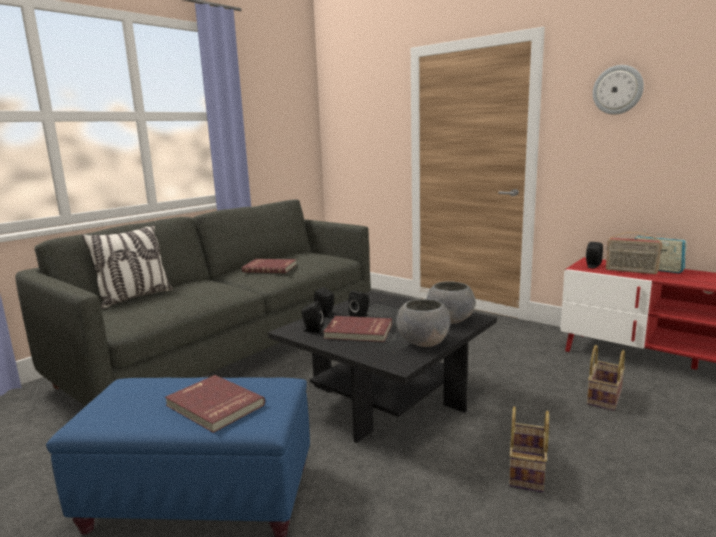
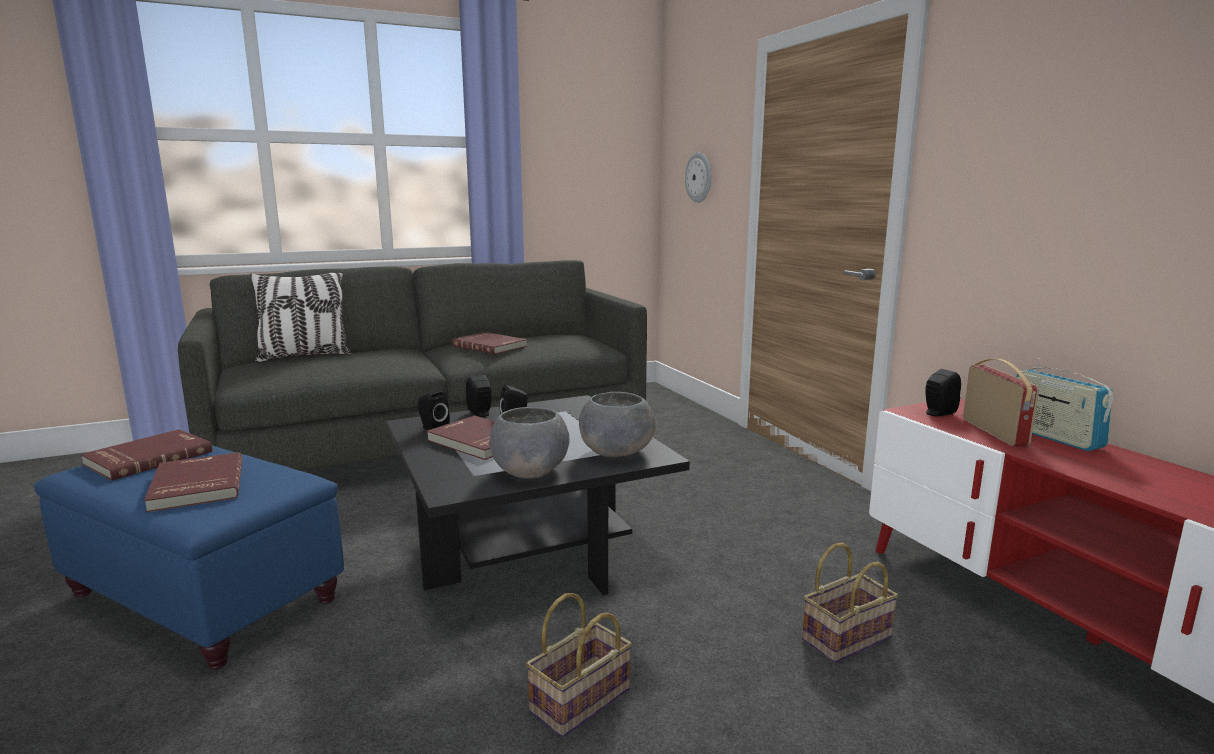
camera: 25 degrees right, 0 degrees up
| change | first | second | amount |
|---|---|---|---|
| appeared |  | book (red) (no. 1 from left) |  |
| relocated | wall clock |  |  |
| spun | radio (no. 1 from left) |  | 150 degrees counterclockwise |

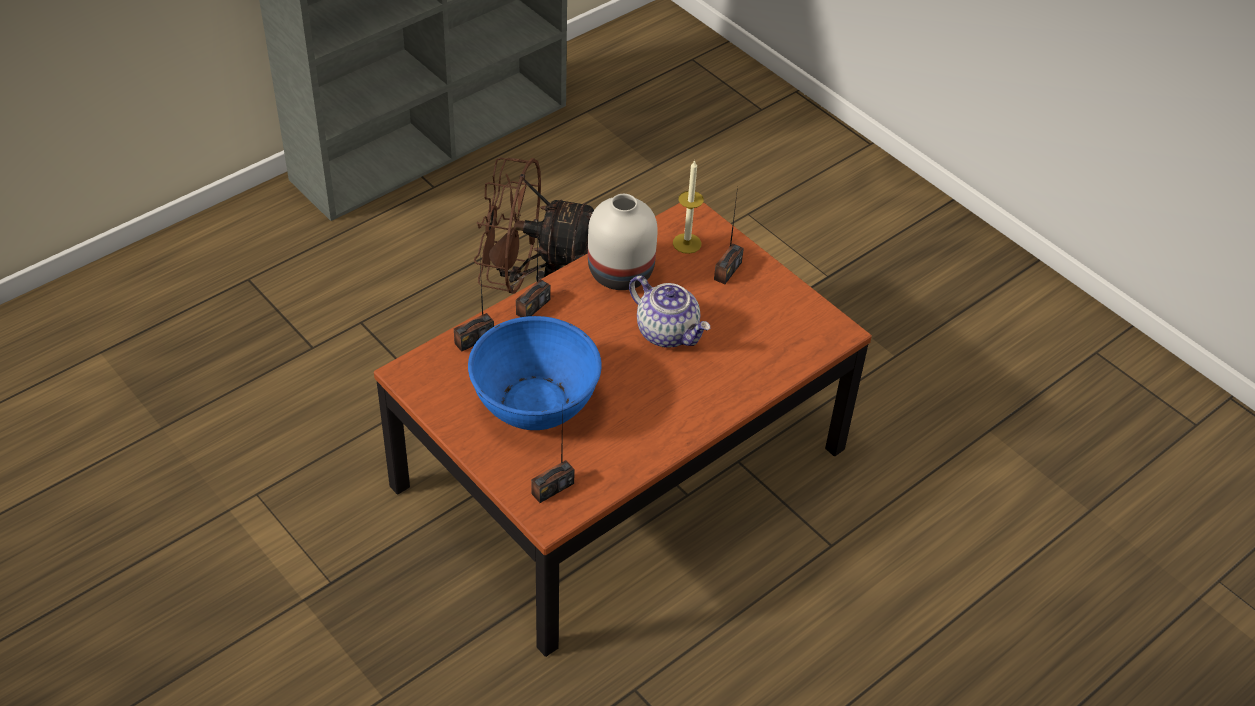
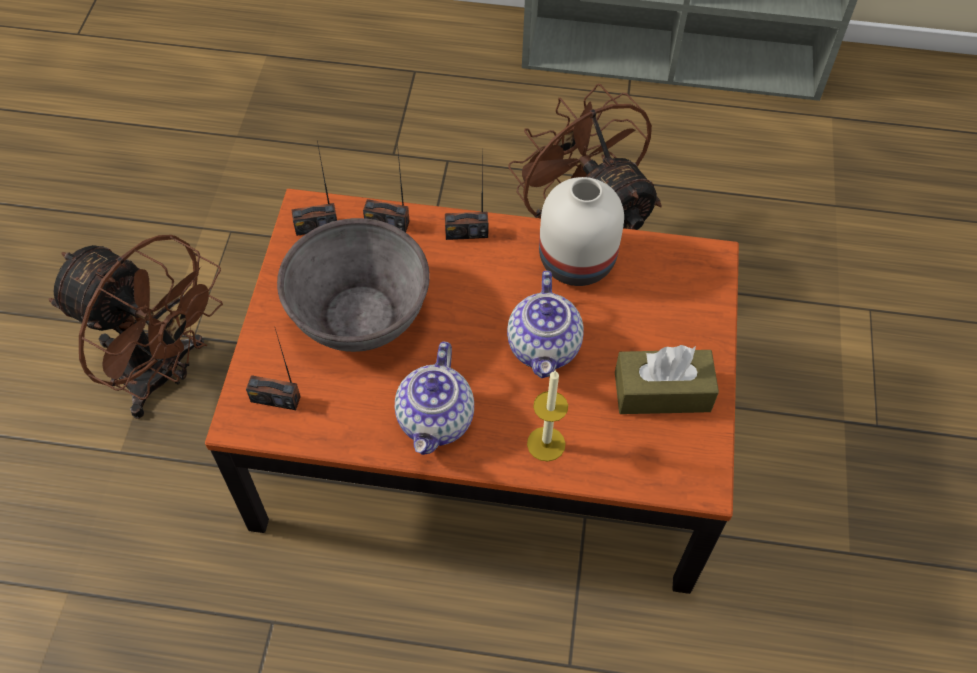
camera: 50 degrees right, 10 degrees up
| change | first | second | amount |
|---|---|---|---|
| appeared |  | fan (brown) (no. 1 from left) |  |
| colour | bowl (blue) | bowl (grey) |  |
| relocated | radio (no. 4 from left in the first image) | radio (no. 2 from left) |  |
| appeared |  | teapot (no. 1 from left) |  |
| relocated | candle |  |  |
| appeared |  | tissue box (brown) |  |

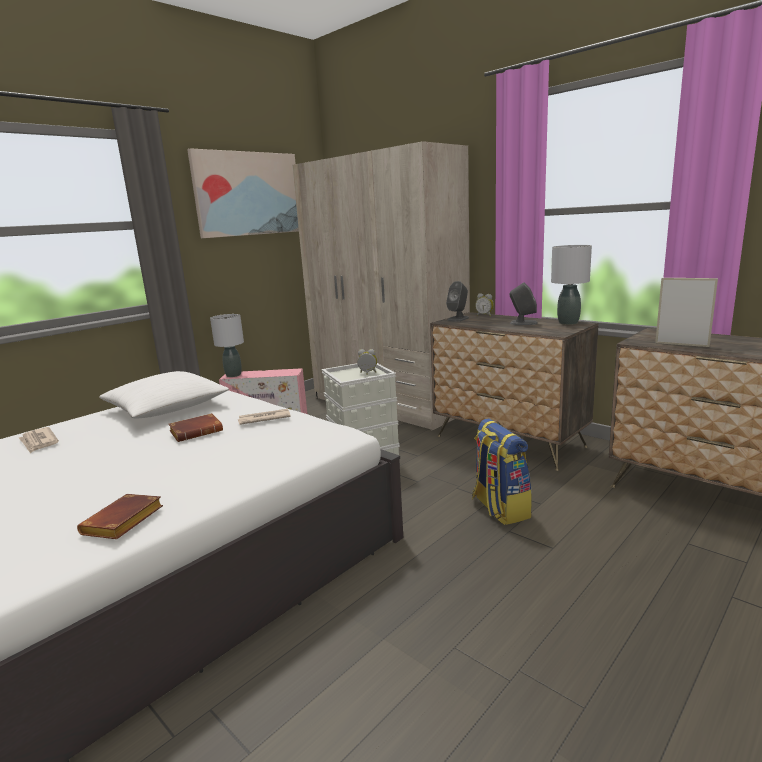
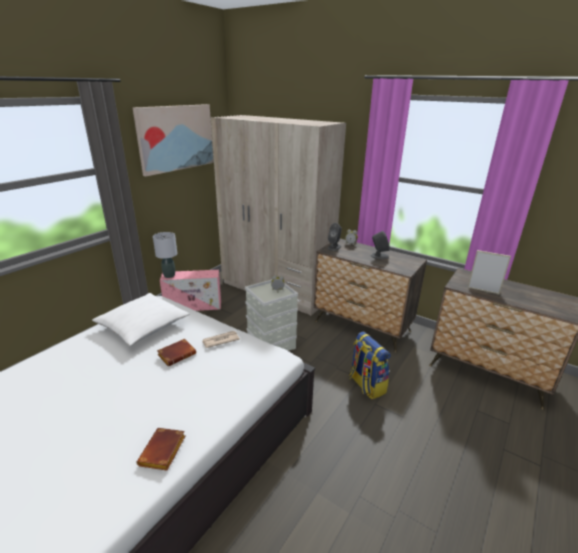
camera: 10 degrees left, 10 degrees up
| change | first | second | amount |
|---|---|---|---|
| missing | newspaper (no. 1 from left) |  |  |
| missing | table lamp (grey) (no. 2 from left) |  |  |

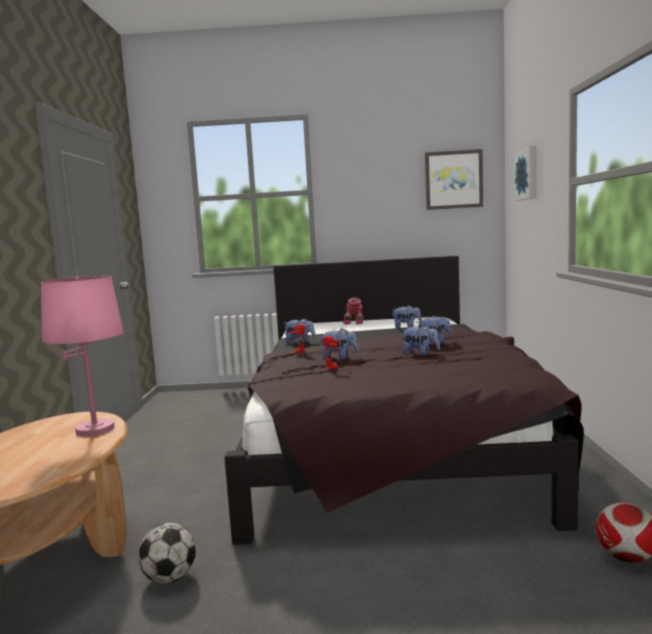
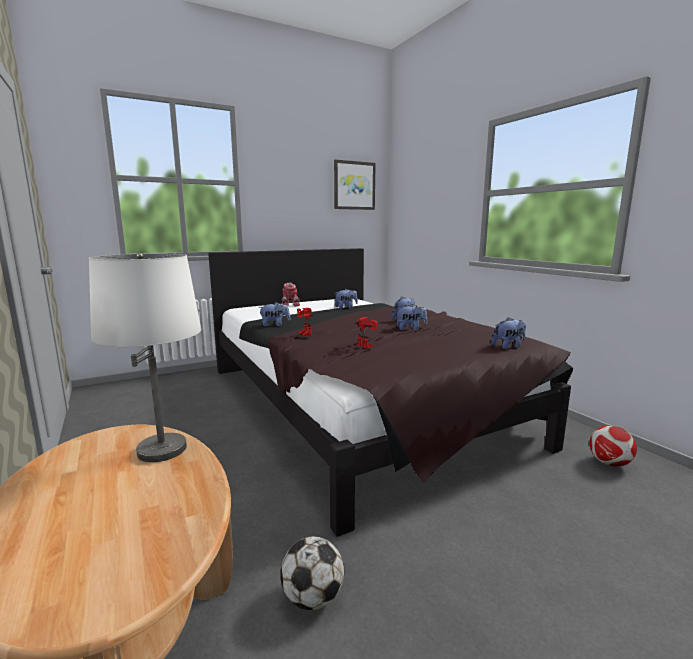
camera: 30 degrees left, 5 degrees up
| change | first | second | amount |
|---|---|---|---|
| colour | table lamp (pink) | table lamp (white) |  |
| relocated | plush toy (no. 2 from left in the first image) | plush toy (no. 5 from left) |  |
| missing | picture (no. 2 from left) |  |  |

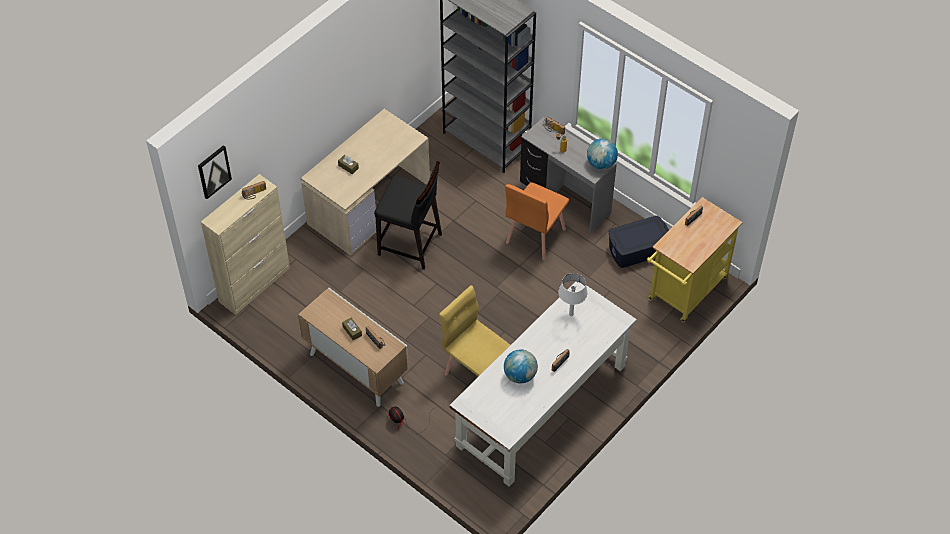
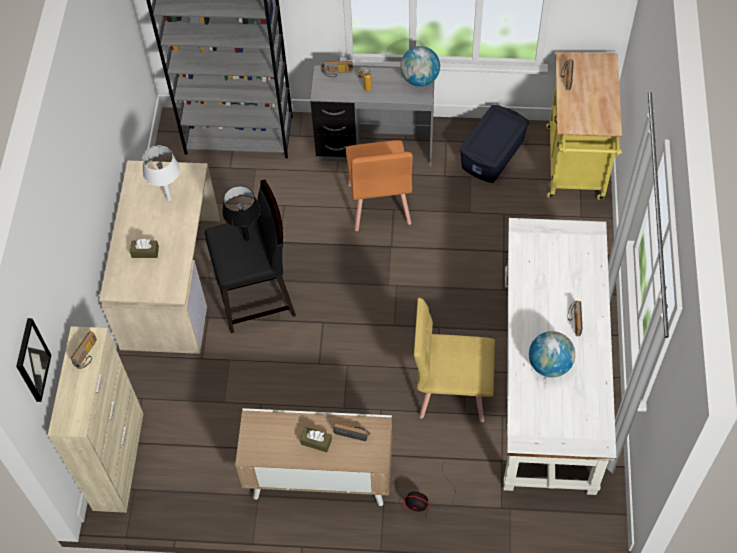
camera: 35 degrees left, 5 degrees up
| change | first | second | amount |
|---|---|---|---|
| relocated | table lamp (white) |  |  |
| appeared |  | table lamp (black) |  |

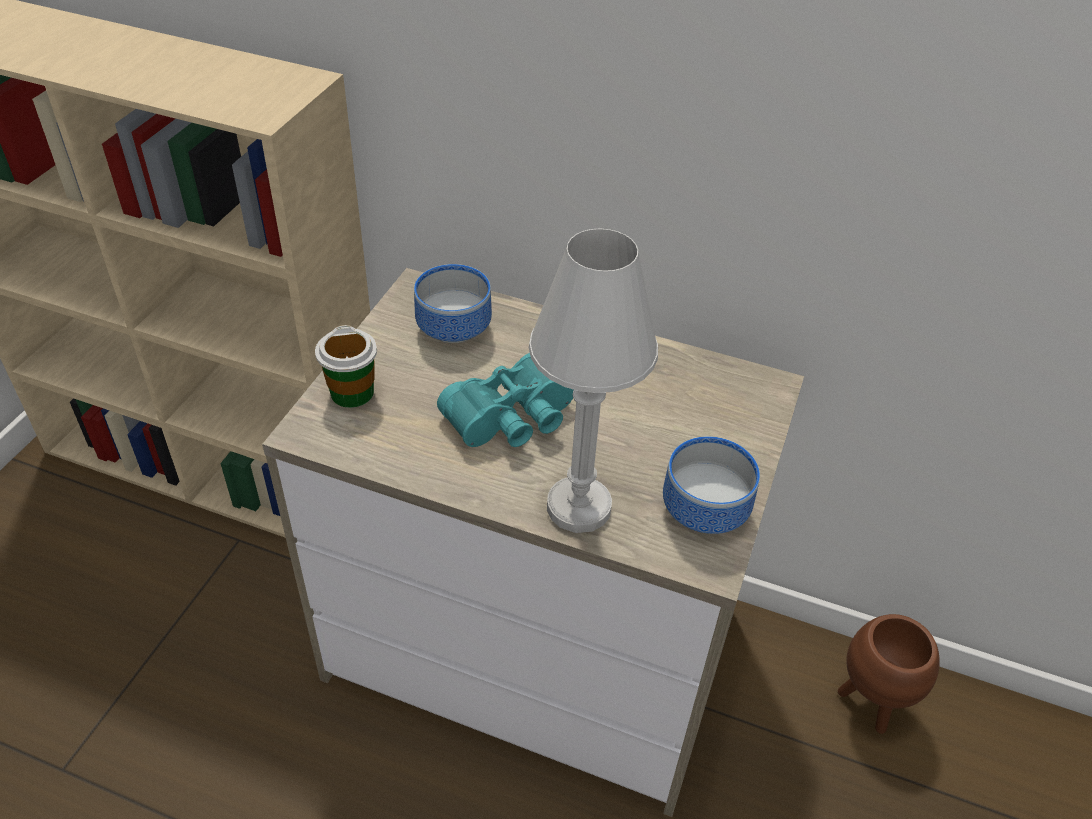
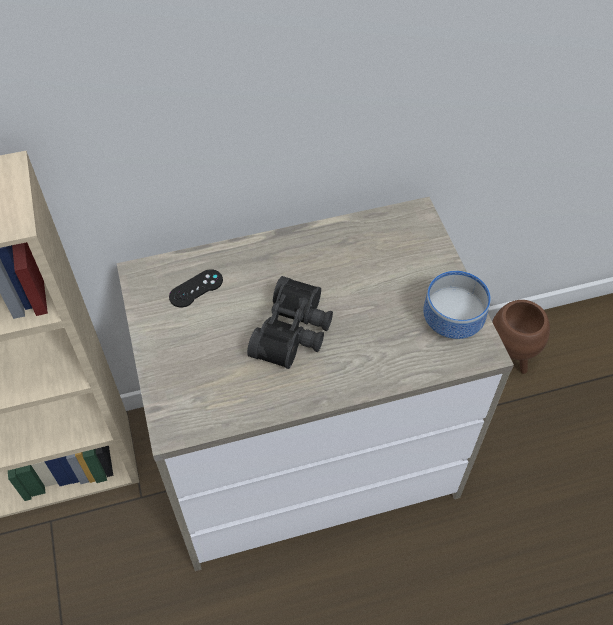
camera: 35 degrees left, 10 degrees up
| change | first | second | amount |
|---|---|---|---|
| exchanged | bowl (no. 1 from left) | game controller (black) |  |
| colour | binoculars (turquoise) | binoculars (black) |  |
| missing | cup |  |  |
| missing | table lamp (white) |  |  |

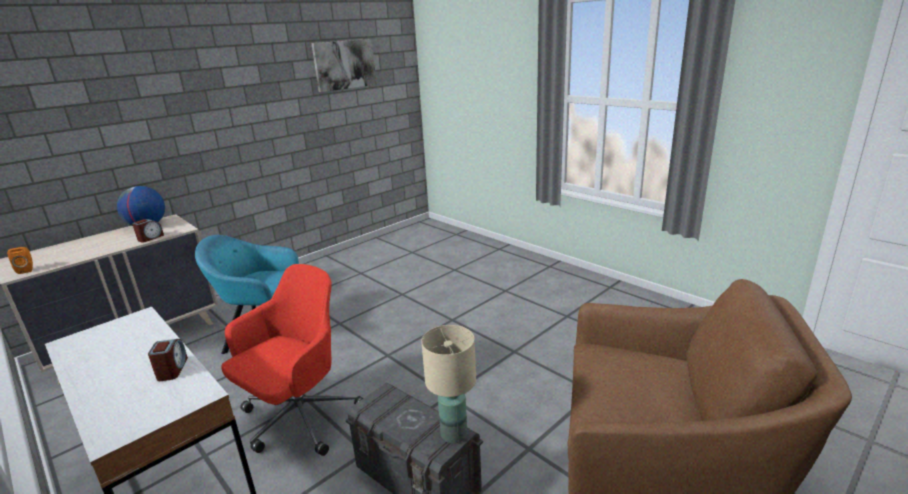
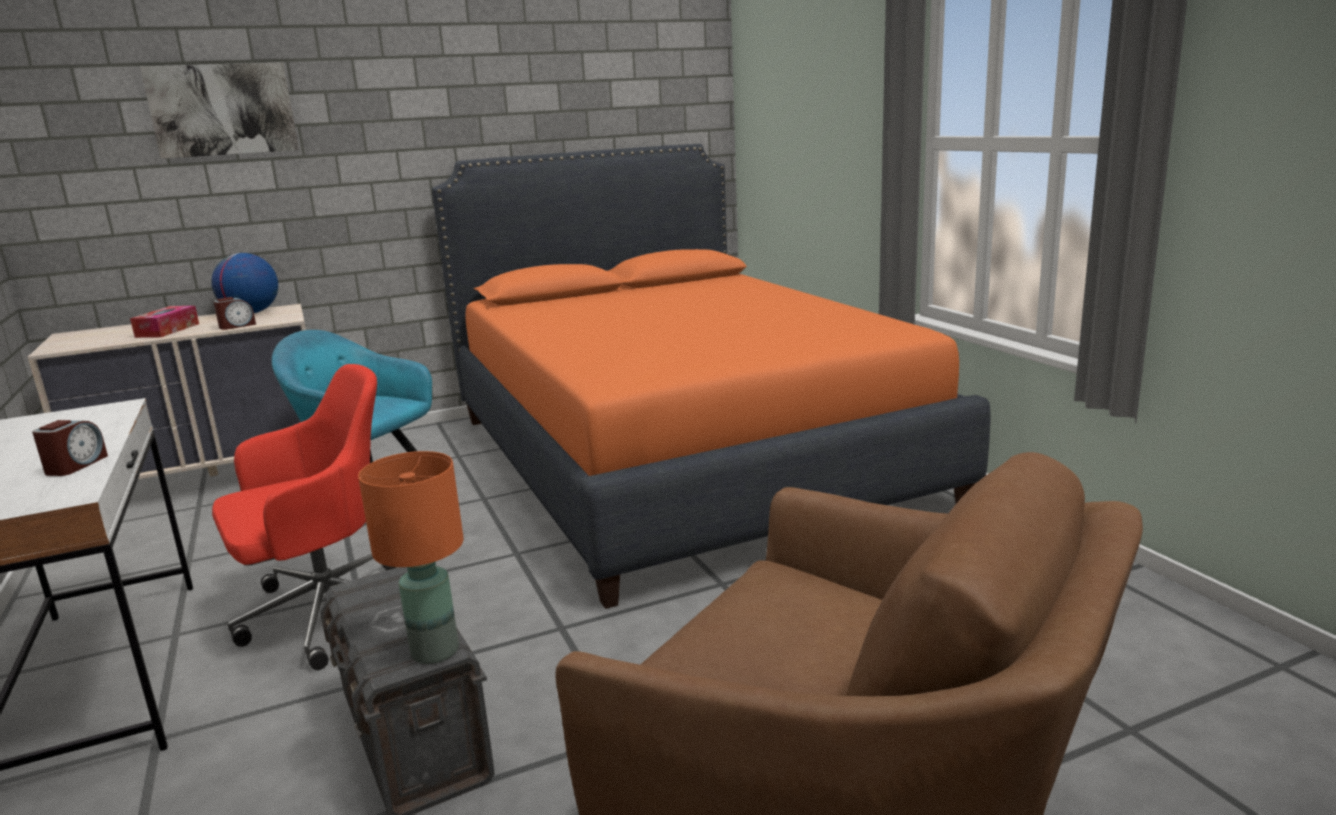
camera: 20 degrees right, 5 degrees down
| change | first | second | amount |
|---|---|---|---|
| appeared |  | tissue box |  |
| relocated | picture |  |  |
| colour | table lamp (beige) | table lamp (orange) |  |
| appeared |  | bed (orange) |  |
| missing | speaker (orange) |  |  |

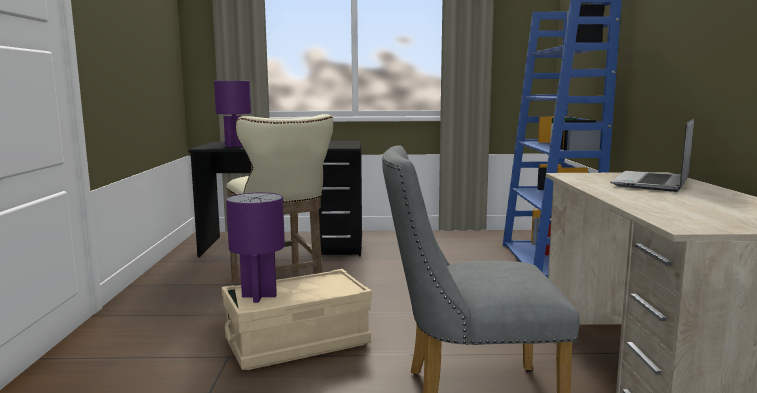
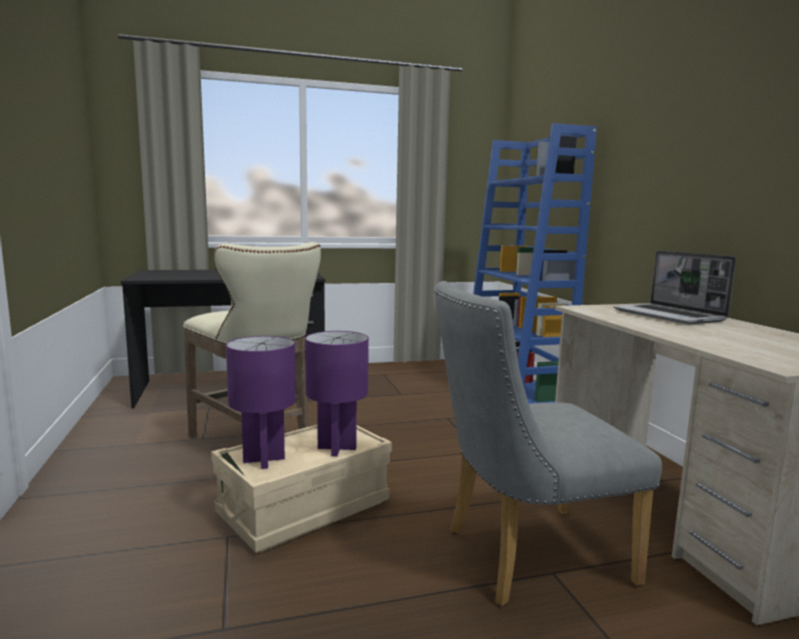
camera: 15 degrees left, 0 degrees up
| change | first | second | amount |
|---|---|---|---|
| relocated | table lamp (purple) (no. 1 from left in the first image) | table lamp (purple) (no. 2 from left) |  |
| spun | laptop |  | 45 degrees counterclockwise |

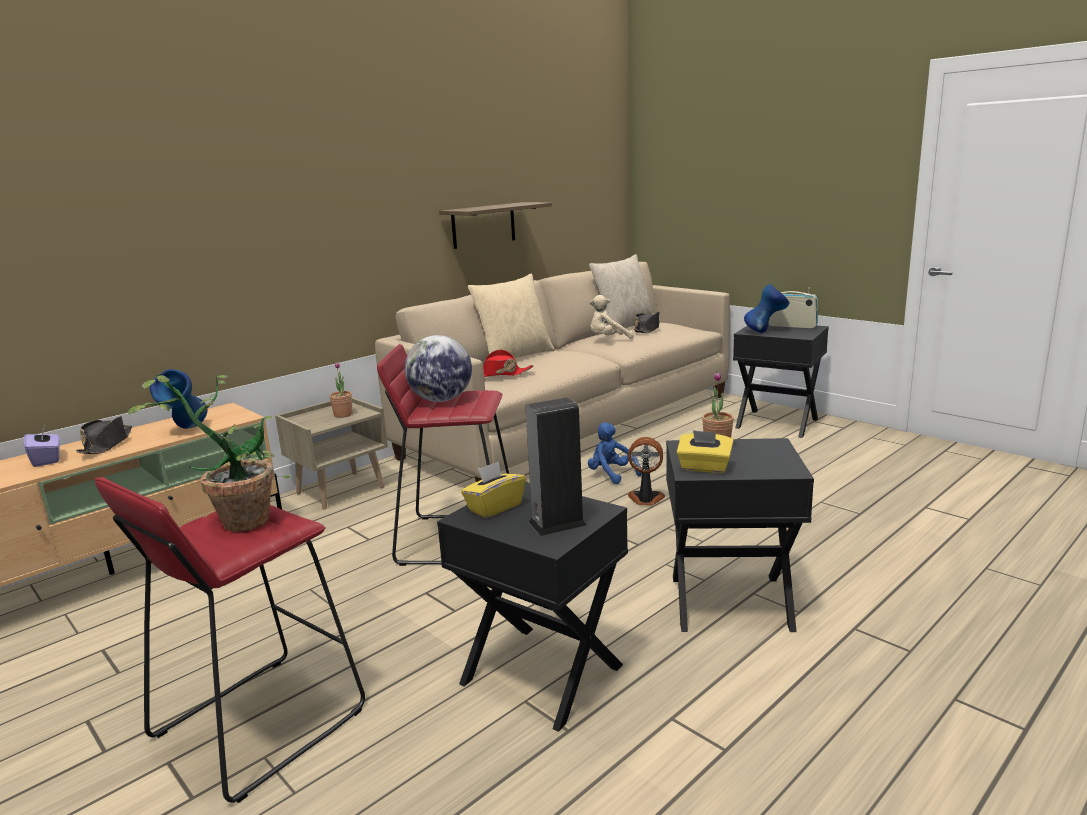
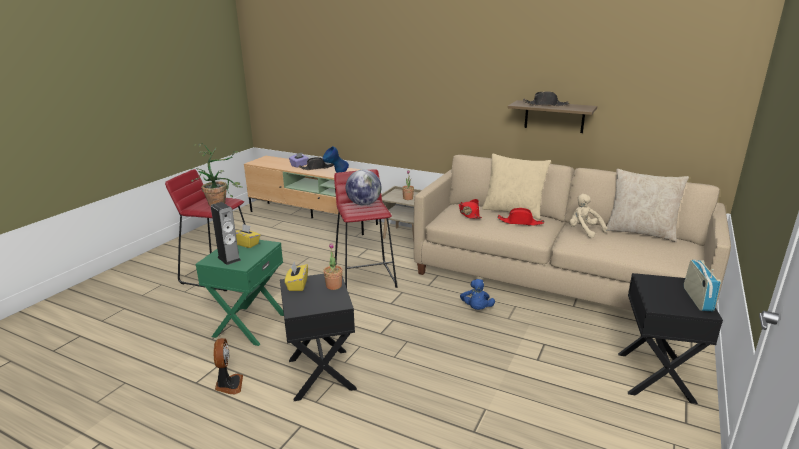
camera: 70 degrees right, 5 degrees up
| change | first | second | amount |
|---|---|---|---|
| colour | side table (black) (no. 1 from left) | side table (green) |  |
| relocated | fan |  |  |
| spun | plush toy (blue) |  | 150 degrees clockwise |
| appeared |  | hat (red) (no. 2 from left) |  |
| relocated | hat (black) (no. 2 from left) |  |  |
| missing | vase (blue) (no. 2 from left) |  |  |

